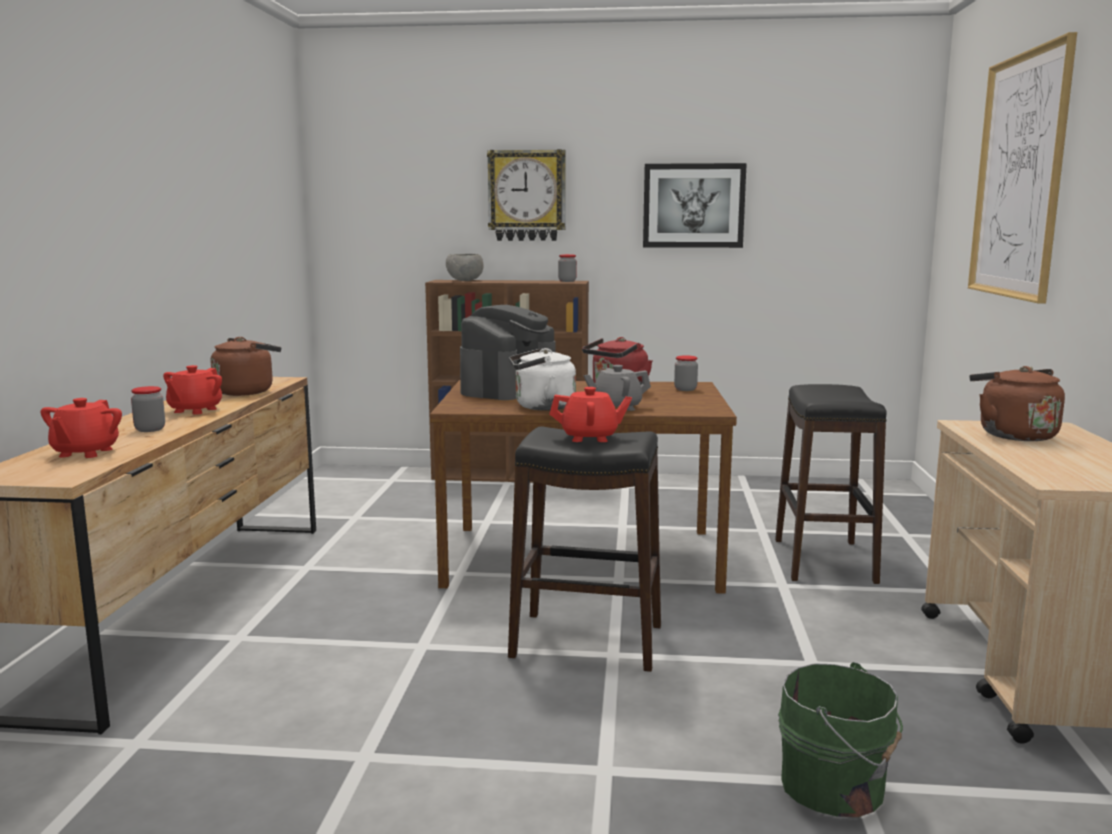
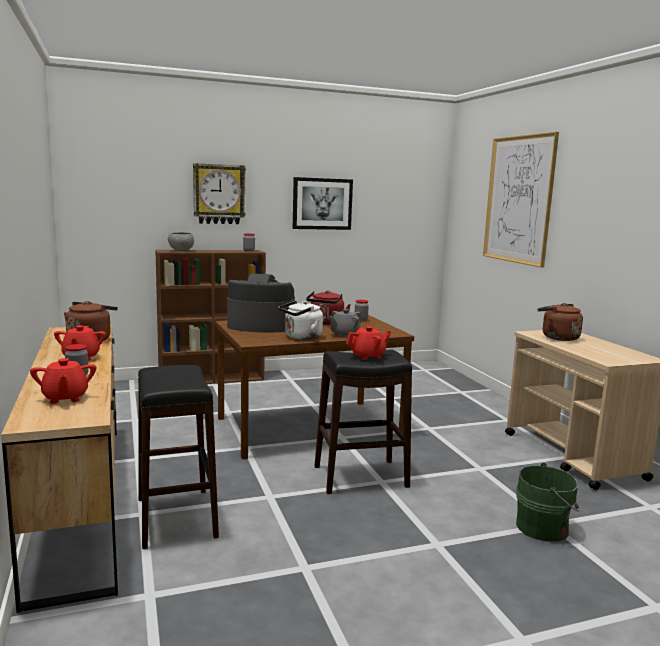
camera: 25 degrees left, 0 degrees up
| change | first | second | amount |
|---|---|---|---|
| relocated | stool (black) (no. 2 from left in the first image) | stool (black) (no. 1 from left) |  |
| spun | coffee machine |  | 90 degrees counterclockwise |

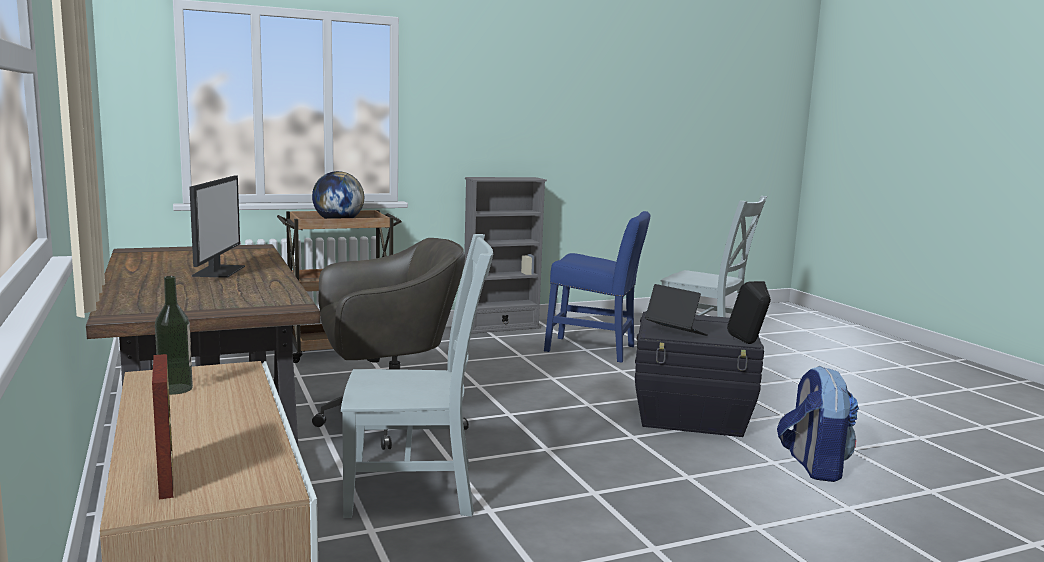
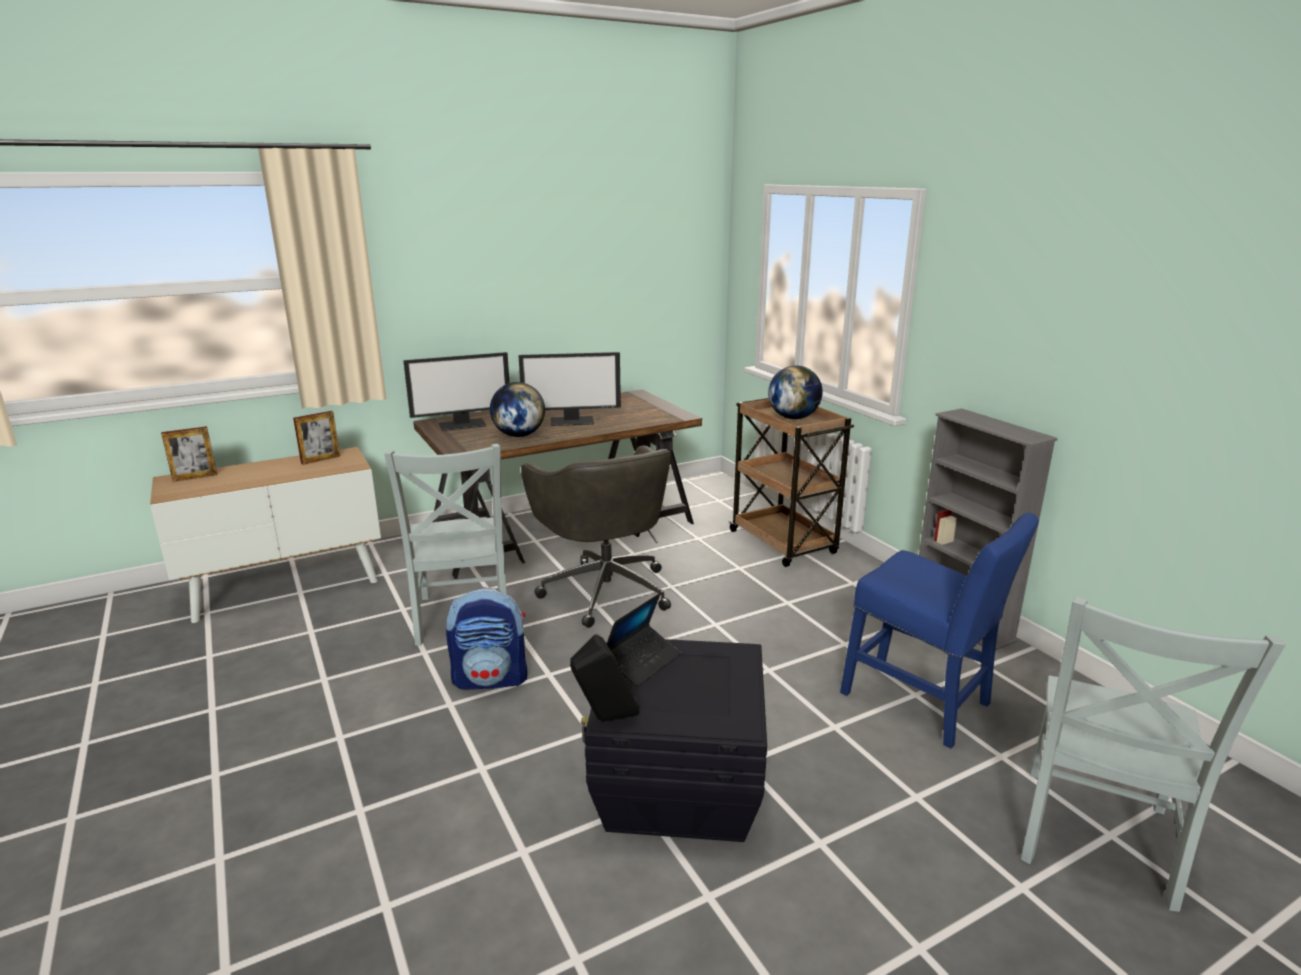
camera: 85 degrees right, 10 degrees up
| change | first | second | amount |
|---|---|---|---|
| exchanged | bottle | picture frame (no. 2 from left) |  |
| appeared |  | monitor (no. 1 from left) |  |
| relocated | backpack |  |  |
| appeared |  | globe (no. 1 from left) |  |
| spun | chair (blue) |  | 60 degrees counterclockwise |

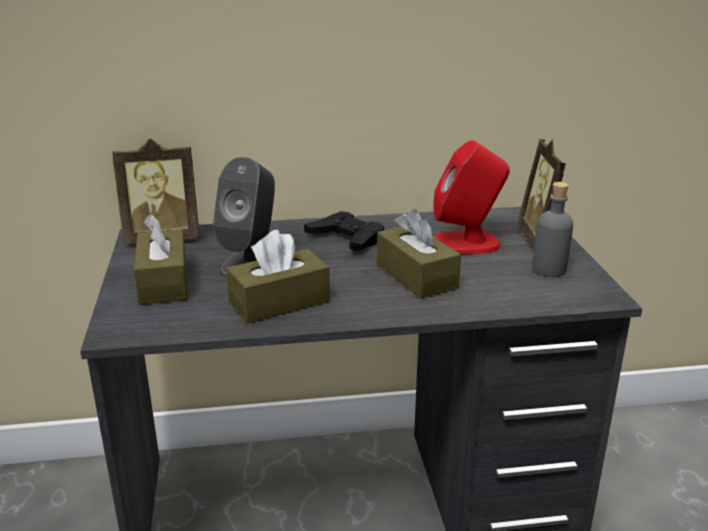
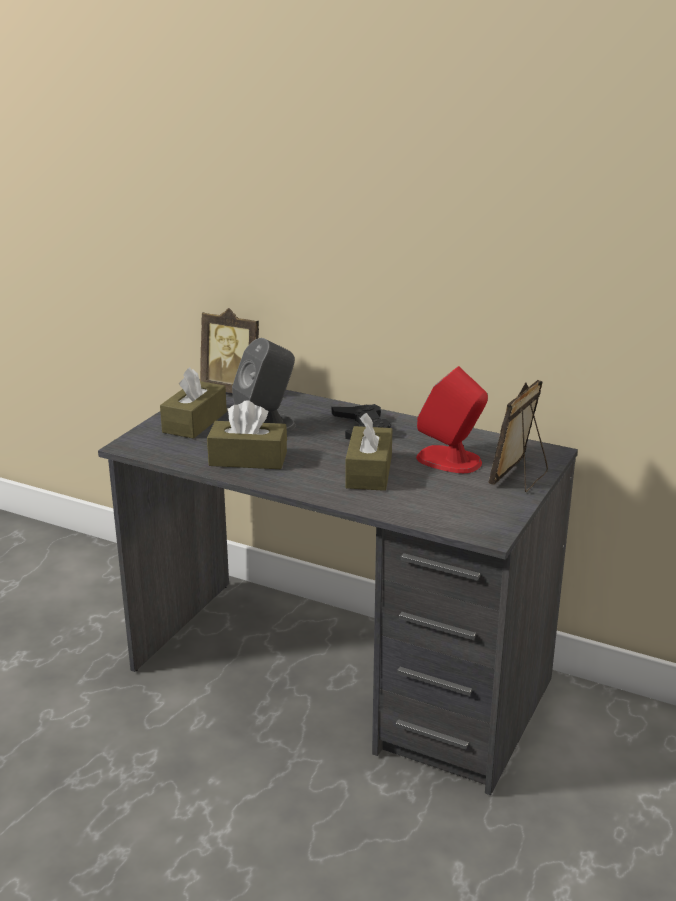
camera: 35 degrees right, 0 degrees up
| change | first | second | amount |
|---|---|---|---|
| missing | bottle (grey) |  |  |

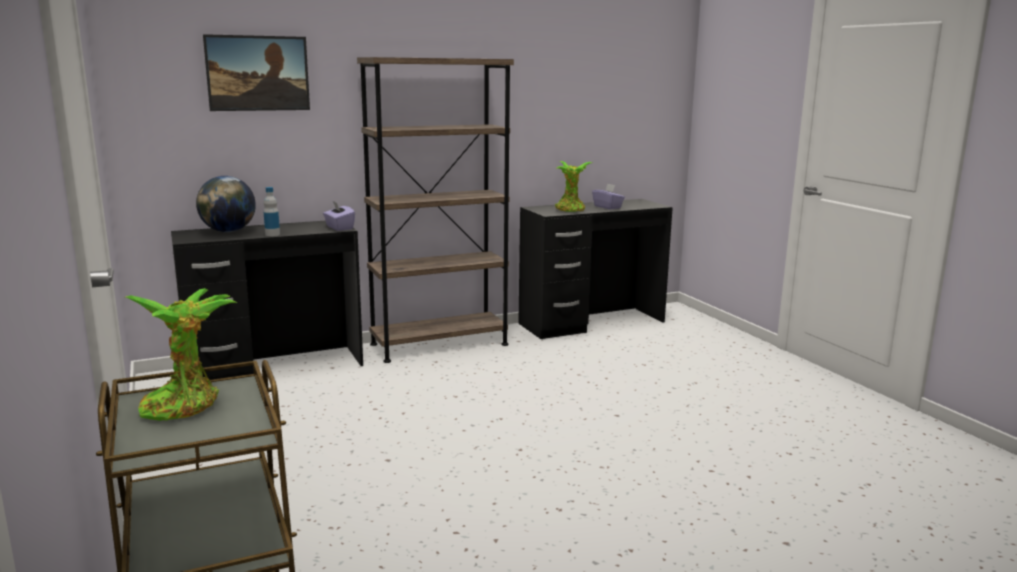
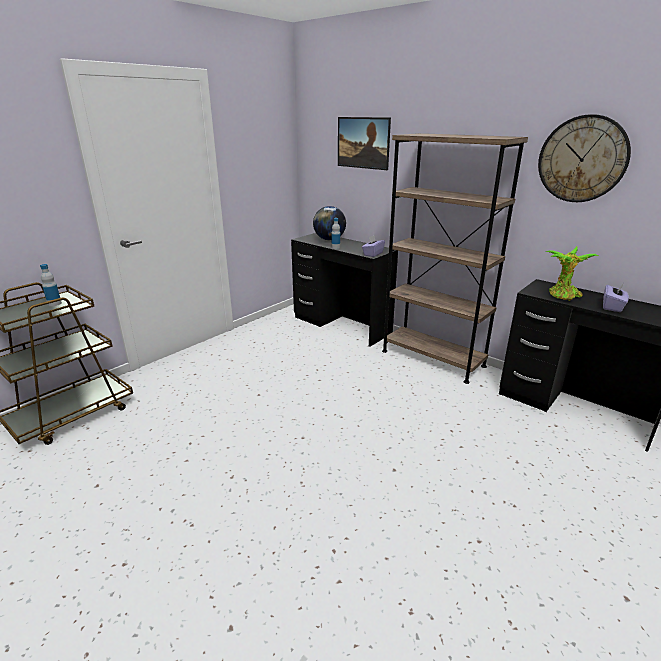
camera: 65 degrees right, 10 degrees up
| change | first | second | amount |
|---|---|---|---|
| exchanged | potted plant (no. 1 from left) | bottle (no. 1 from left) |  |
| appeared |  | wall clock |  |

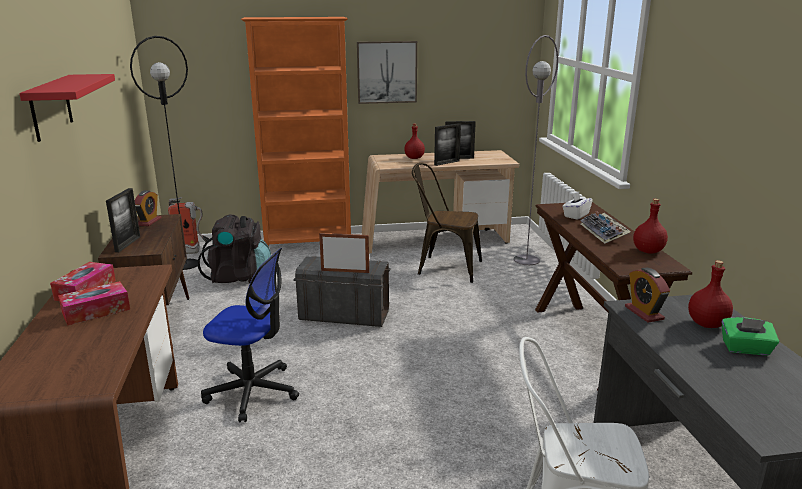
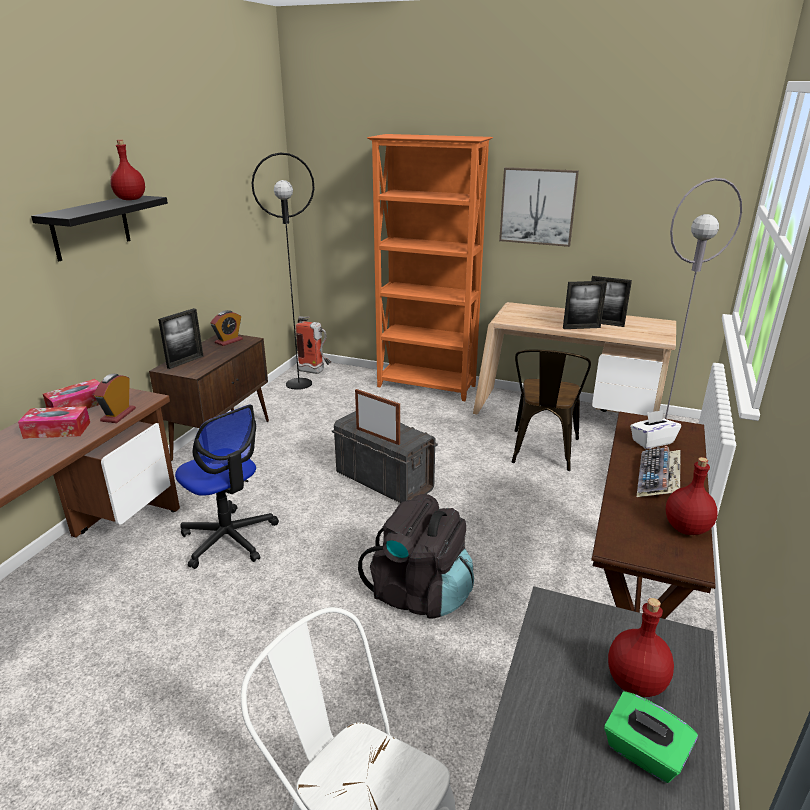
camera: 30 degrees right, 5 degrees up
| change | first | second | amount |
|---|---|---|---|
| colour | shelf (red) | shelf (black) |  |
| relocated | alarm clock (no. 2 from left in the first image) | alarm clock (no. 1 from left) |  |
| relocated | bottle (red) (no. 1 from left) |  |  |
| relocated | backpack (black) |  |  |
| spun | chair (brown) |  | 120 degrees counterclockwise |

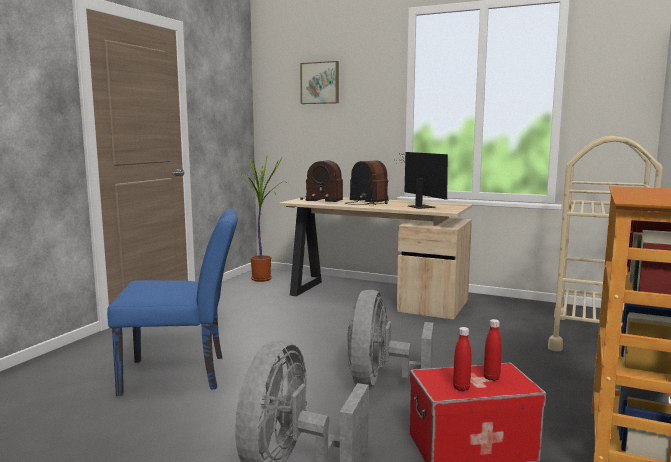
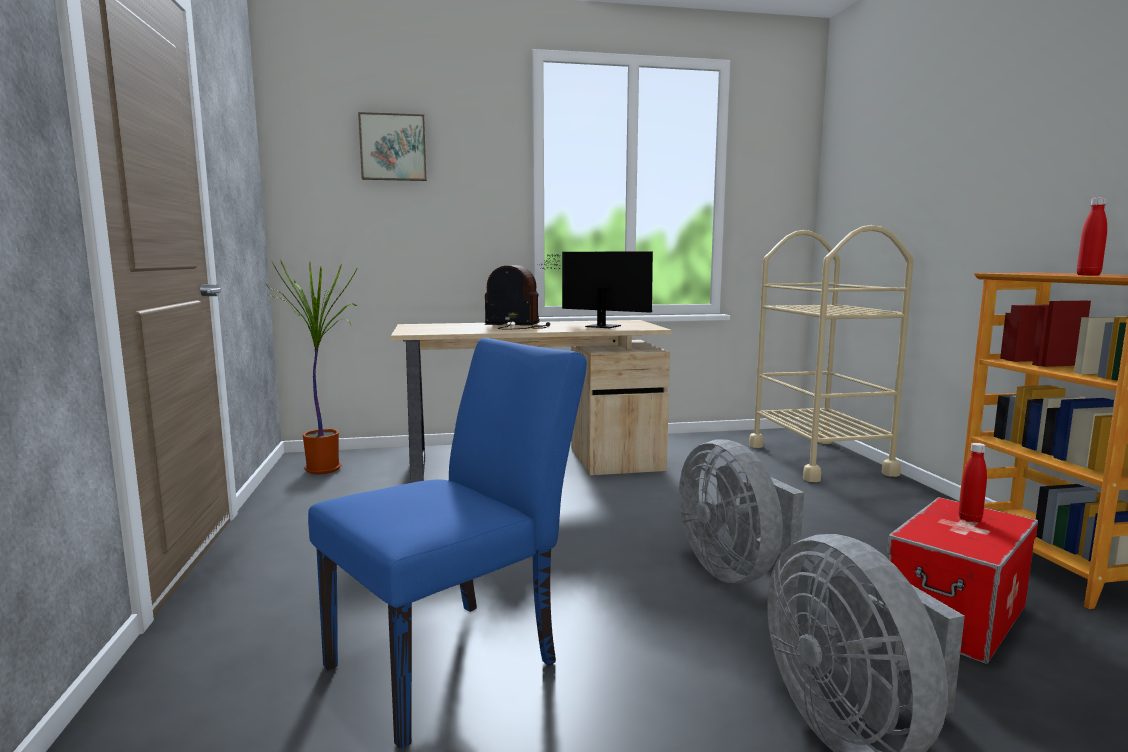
camera: 35 degrees left, 0 degrees up
| change | first | second | amount |
|---|---|---|---|
| relocated | bottle (red) (no. 1 from left in the first image) | bottle (red) (no. 2 from left) |  |
| missing | radio (no. 1 from left) |  |  |

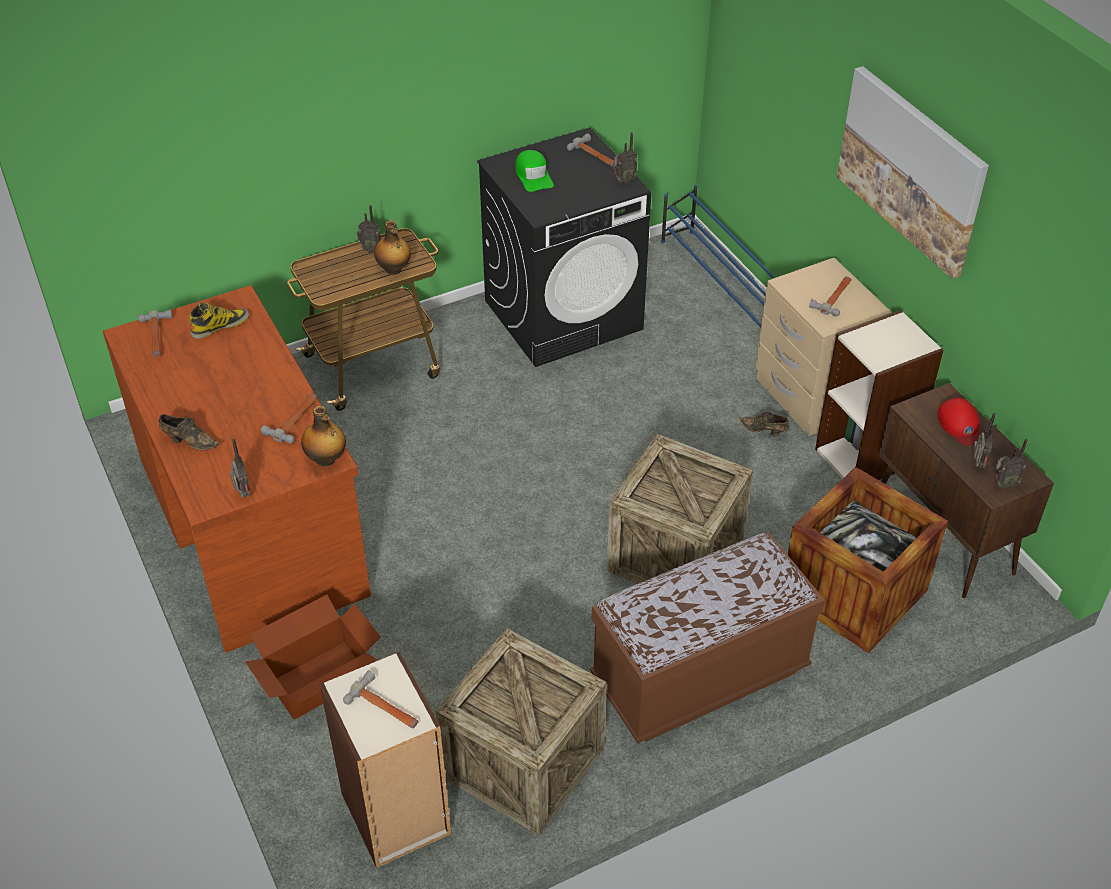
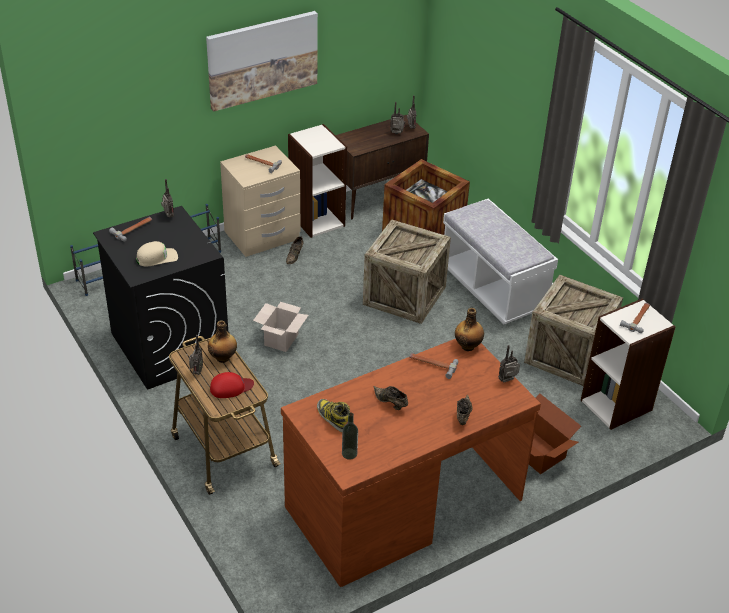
camera: 95 degrees left, 5 degrees down
| change | first | second | amount |
|---|---|---|---|
| colour | cap (green) | cap (beige) |  |
| relocated | cap (red) |  |  |
| appeared |  | cardboard box (no. 1 from left) |  |
| exchanged | hammer (no. 1 from left) | bottle (no. 2 from left) |  |
| appeared |  | shoe (brown) (no. 2 from left) |  |
| colour | bench (brown) | bench (white) |  |

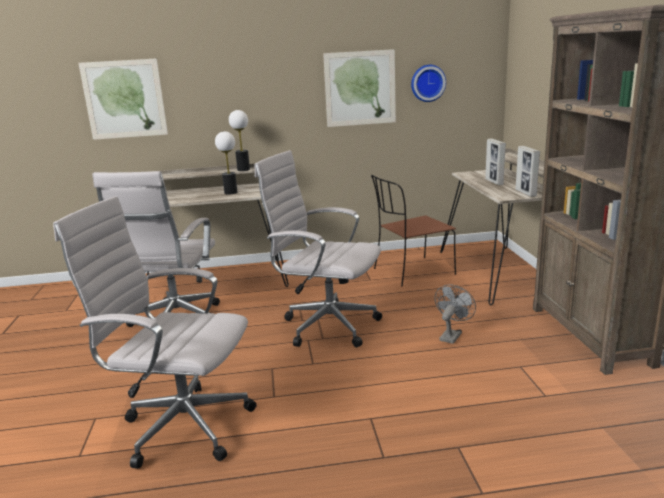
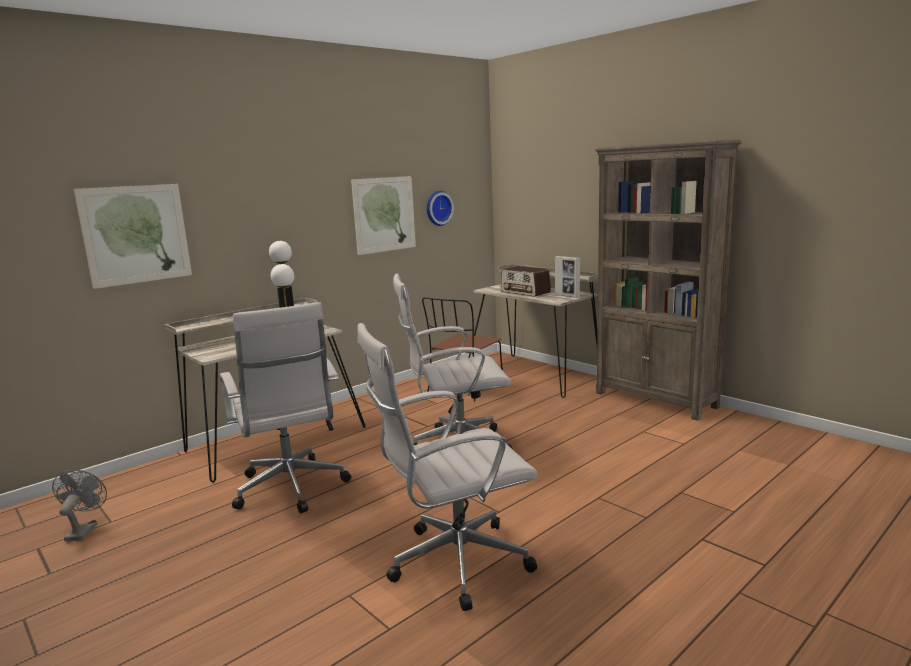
camera: 35 degrees left, 5 degrees down
| change | first | second | amount |
|---|---|---|---|
| relocated | fan (grey) |  |  |
| exchanged | picture frame (no. 1 from left) | radio |  |

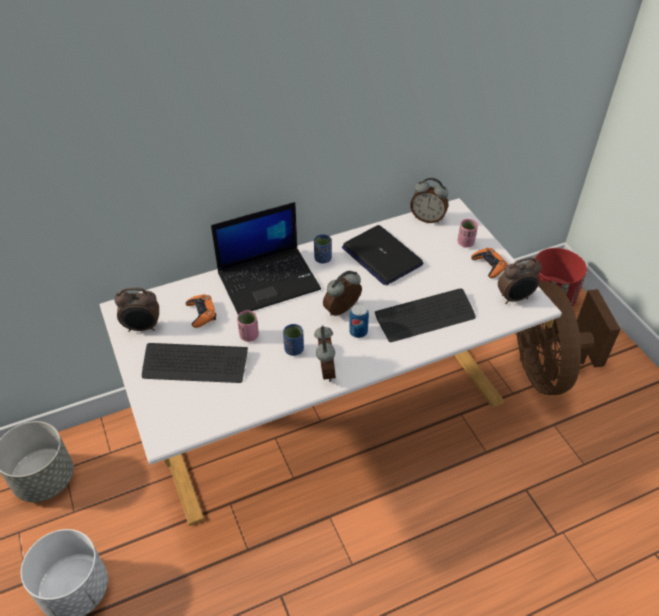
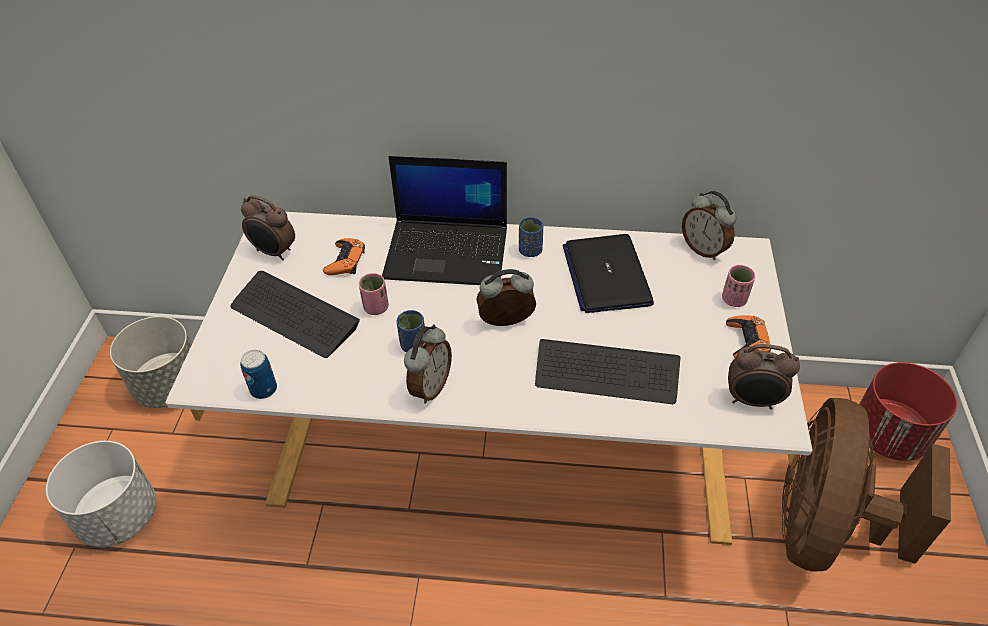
camera: 30 degrees right, 0 degrees up
| change | first | second | amount |
|---|---|---|---|
| relocated | can |  |  |

